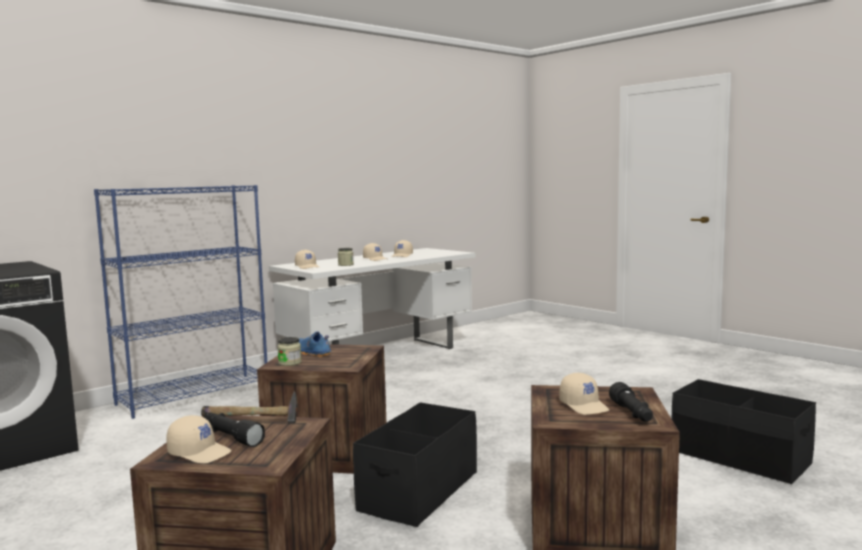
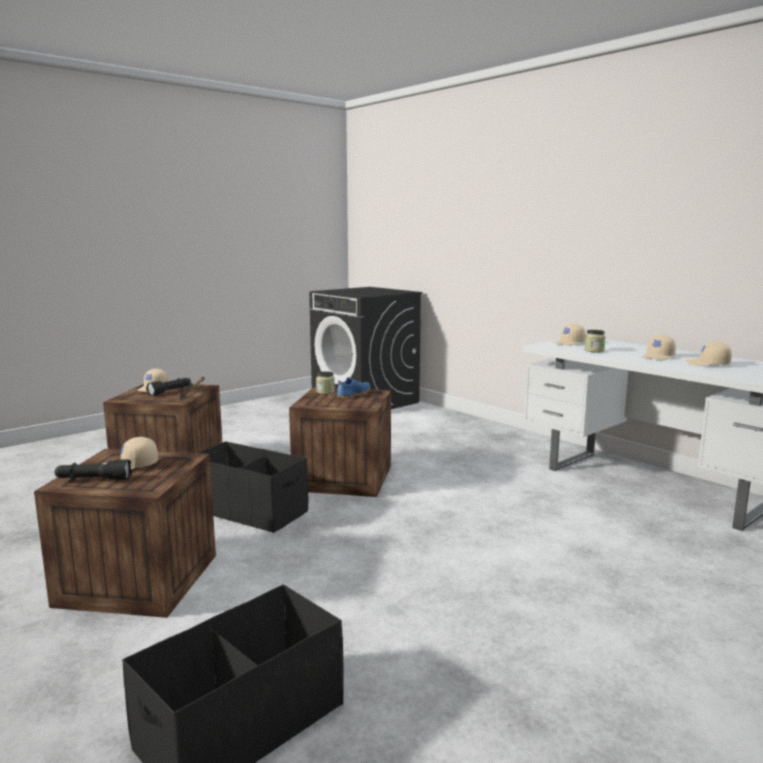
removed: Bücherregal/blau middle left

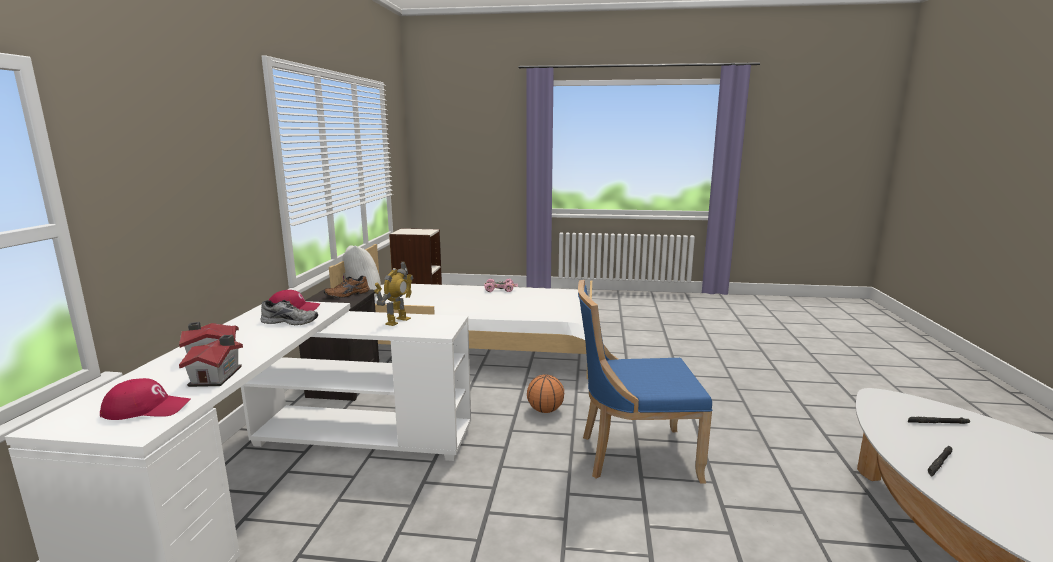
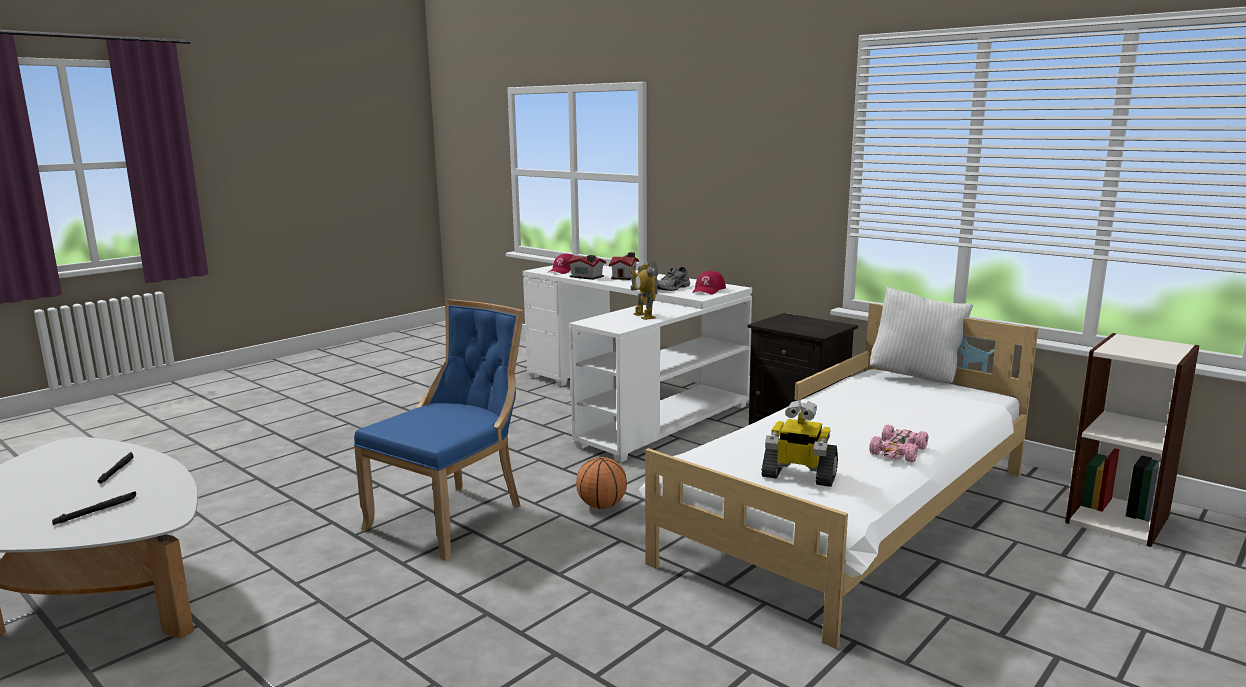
removed: Schuh/braun middle left
added: Spielzeugroboter (2nd from left) centre

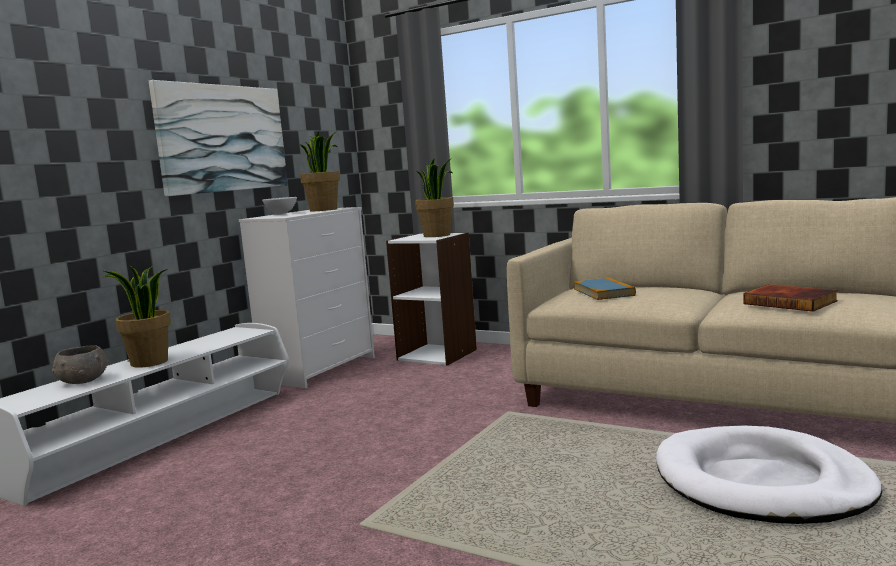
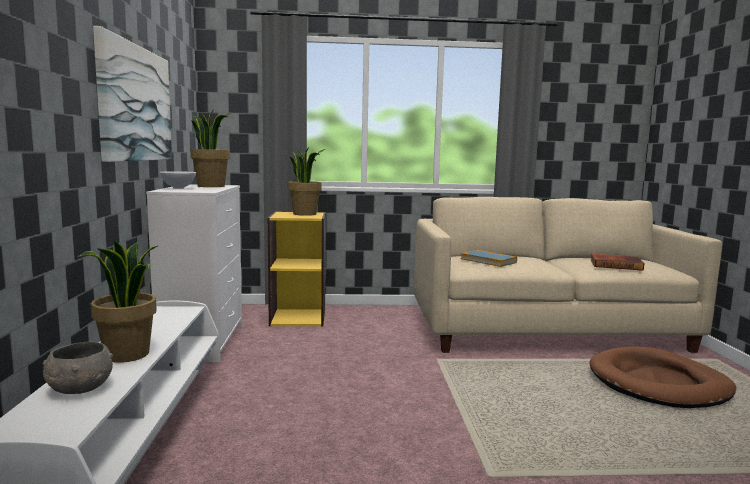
recoloured: Bücherregal/weiß centre to Bücherregal/gelb centre; Hundebett/weiß bottom right to Hundebett/braun bottom right

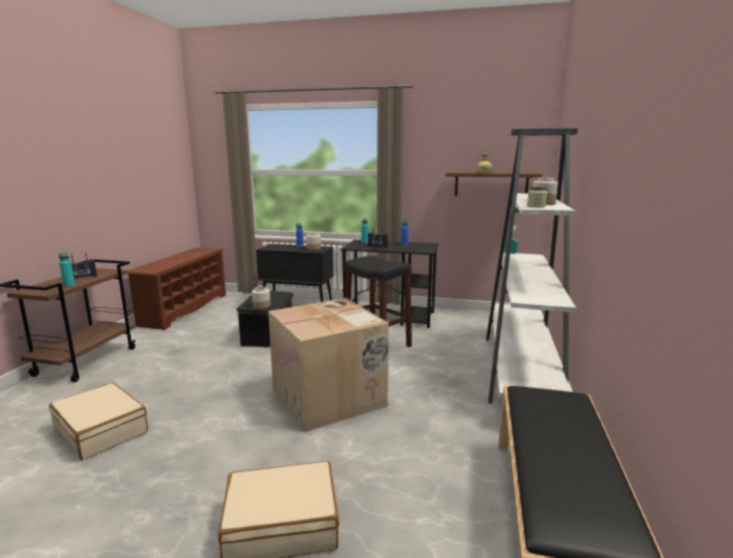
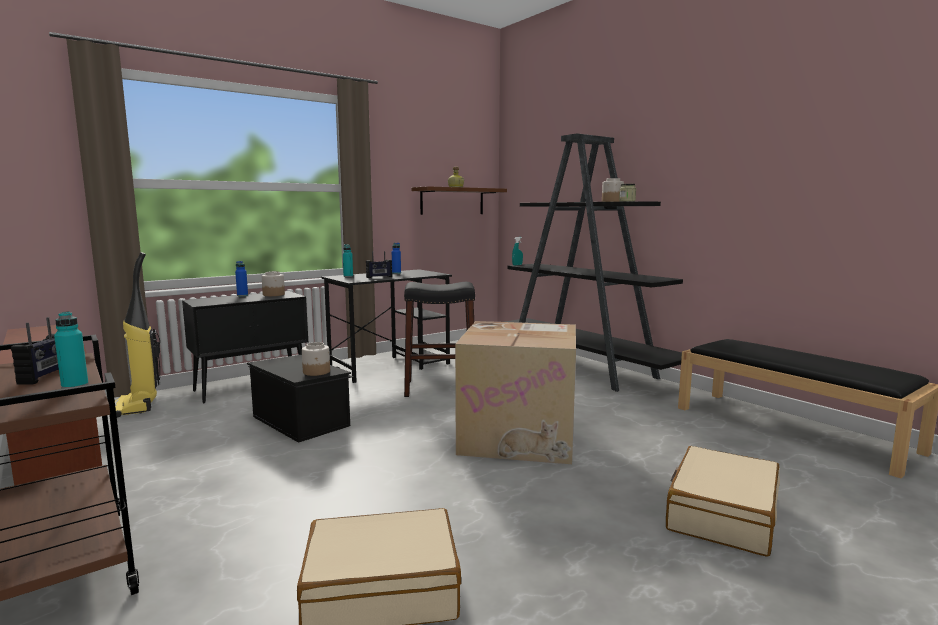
added: Staubsauger middle left
recoloured: Bücherregal/weiß middle right to Bücherregal/schwarz centre

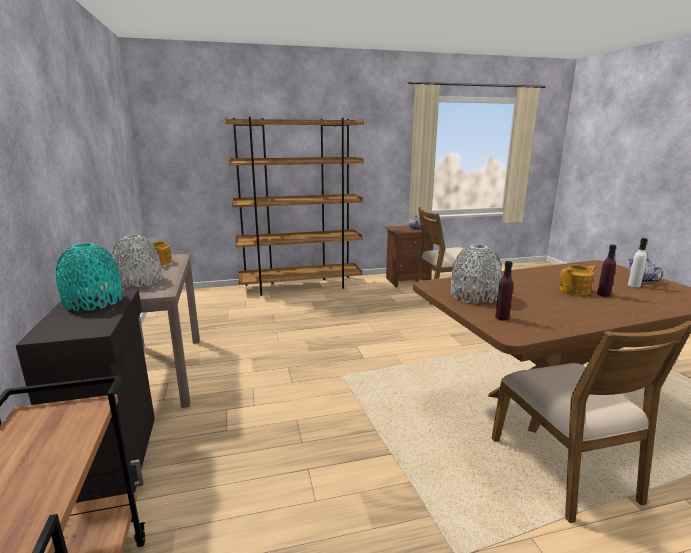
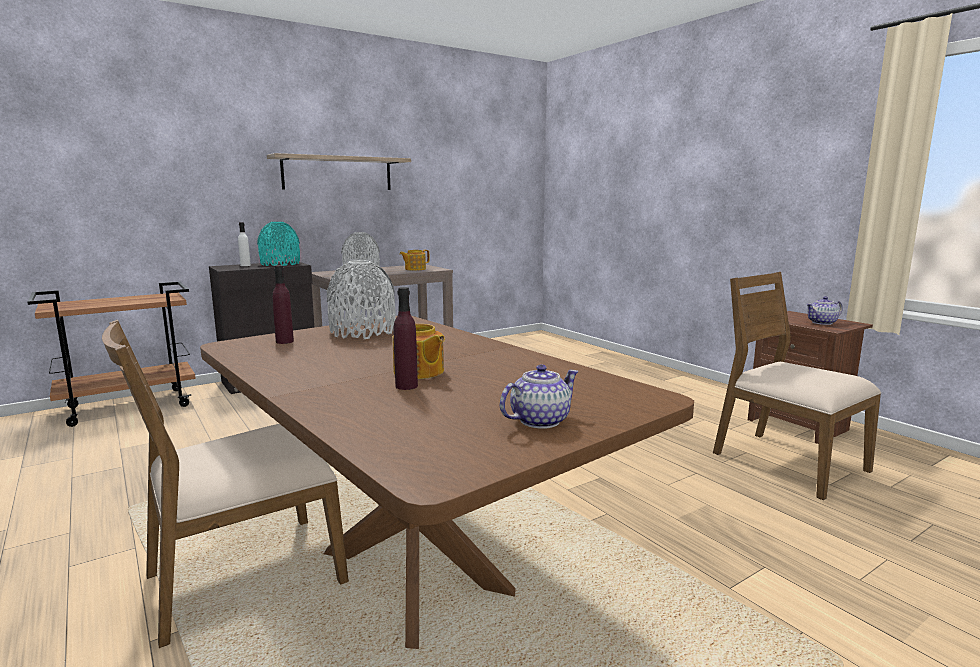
removed: Bücherregal/braun centre
added: Wandregal top centre
moved: Flasche/weiß middle right to middle left

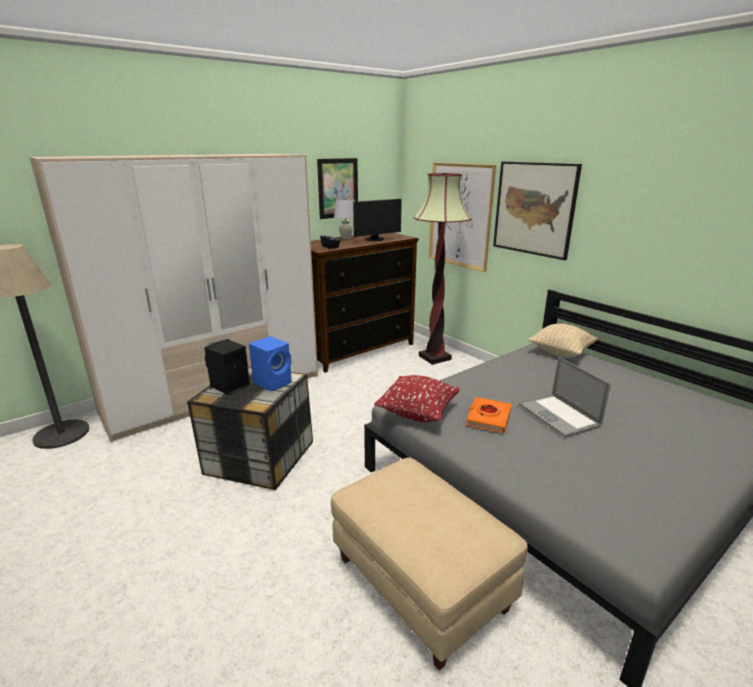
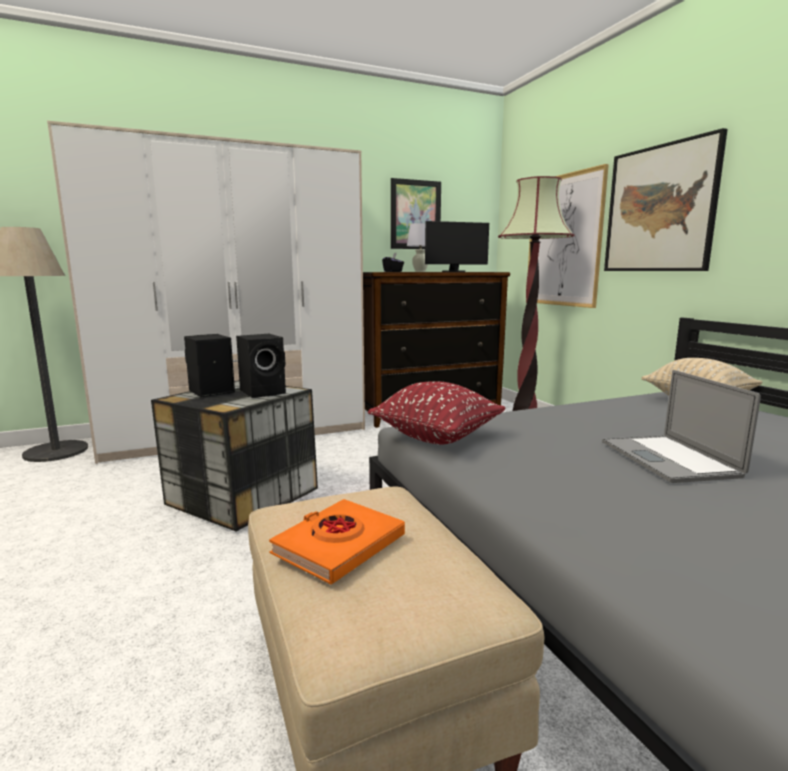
moved: Buch/orange centre to bottom centre
recoloured: Lautsprecher/blau centre to Lautsprecher/schwarz (2nd from left) middle left

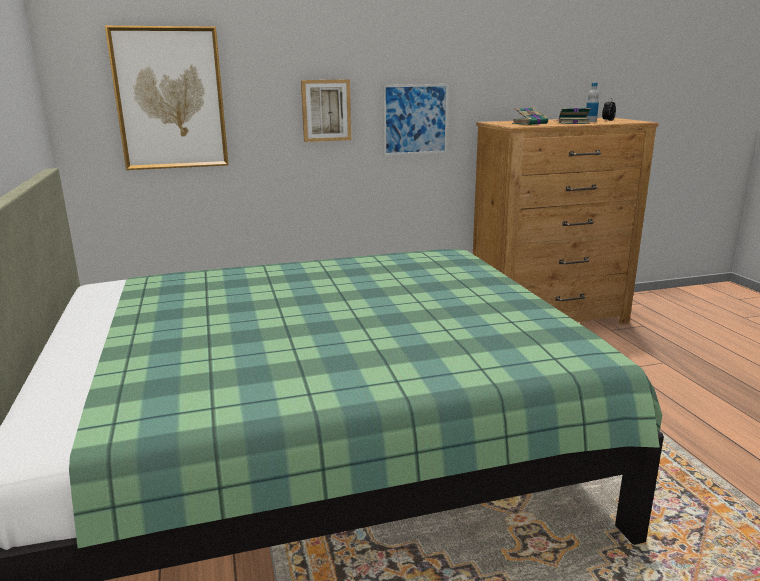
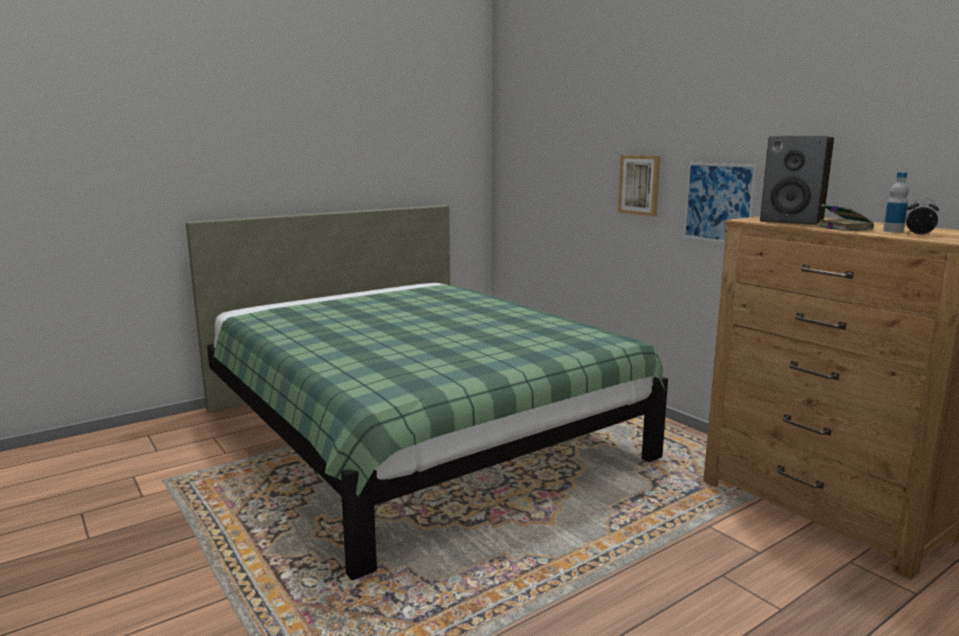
removed: Bild (1st from left) top left
replaced: Buch (1st from left) top right to Lautsprecher top right

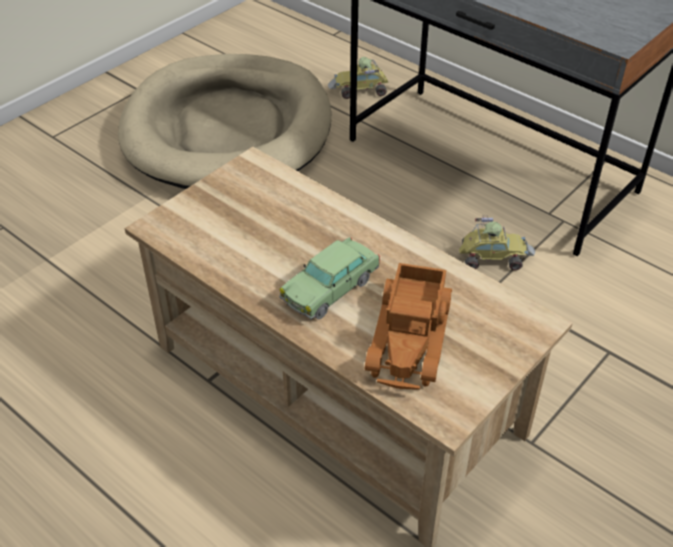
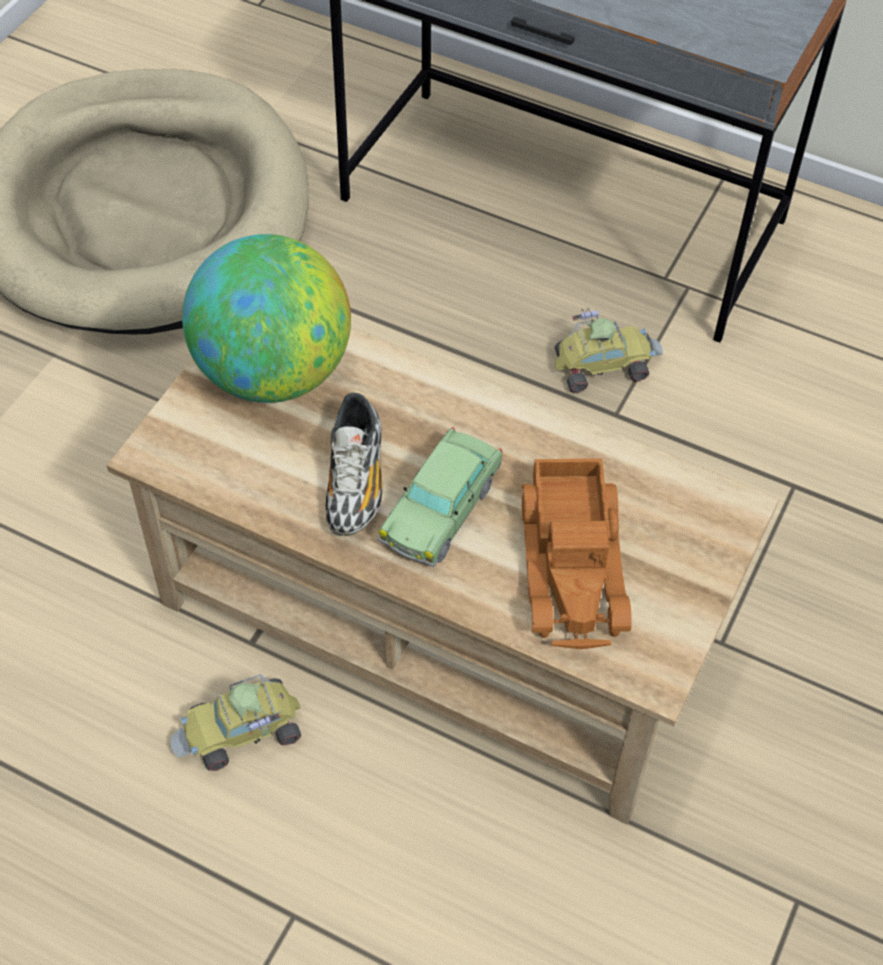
added: Globus top left; Schuh centre
moved: Spielzeugauto (2nd from left in the first image) top centre to Spielzeugauto (1st from left) bottom left

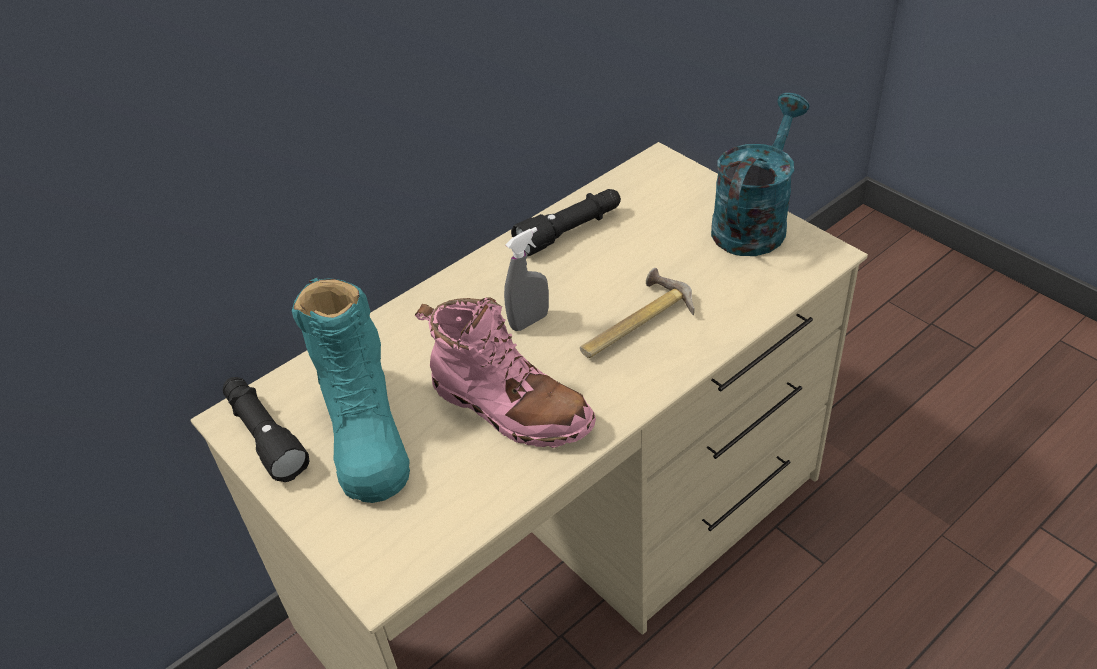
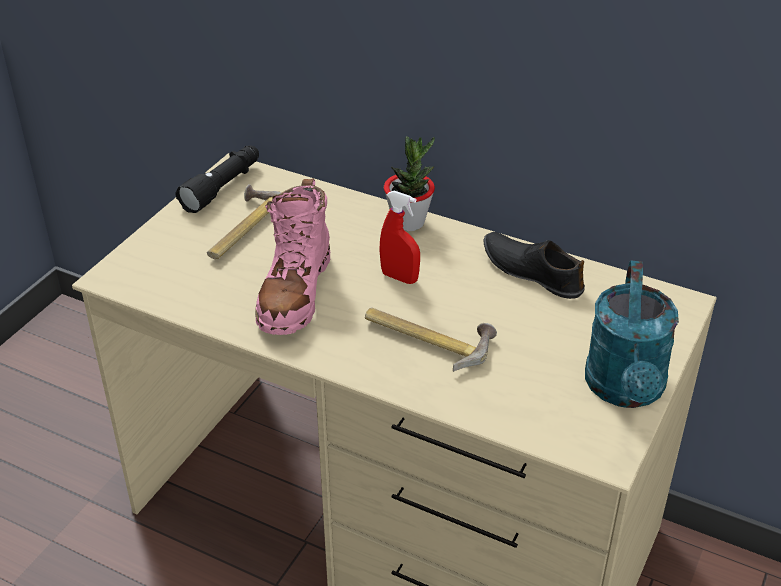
added: Topfpflanze top centre
replaced: Taschenlampe/schwarz (2nd from left) top centre to Schuh/schwarz middle right; Stiefel/türkis middle left to Hammer (1st from left) middle left
recoloured: Sprühflasche/grau centre to Sprühflasche/rot centre
turned: Gießkanne/türkis top right = middle right 90 degrees clockwise

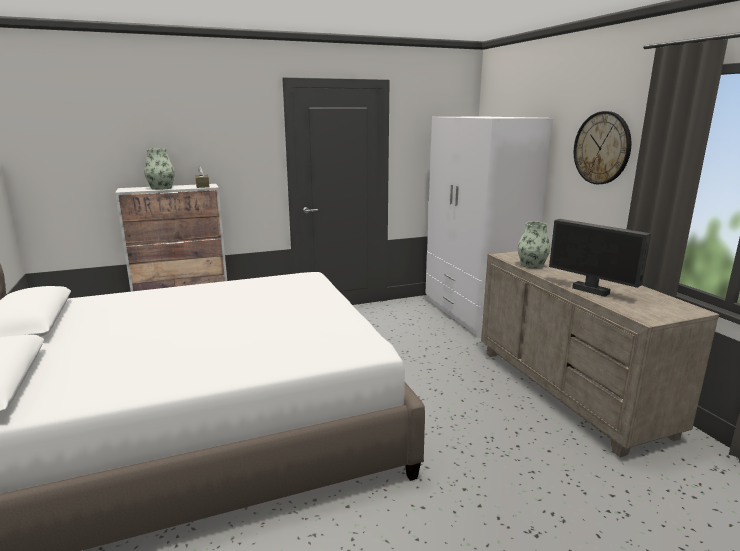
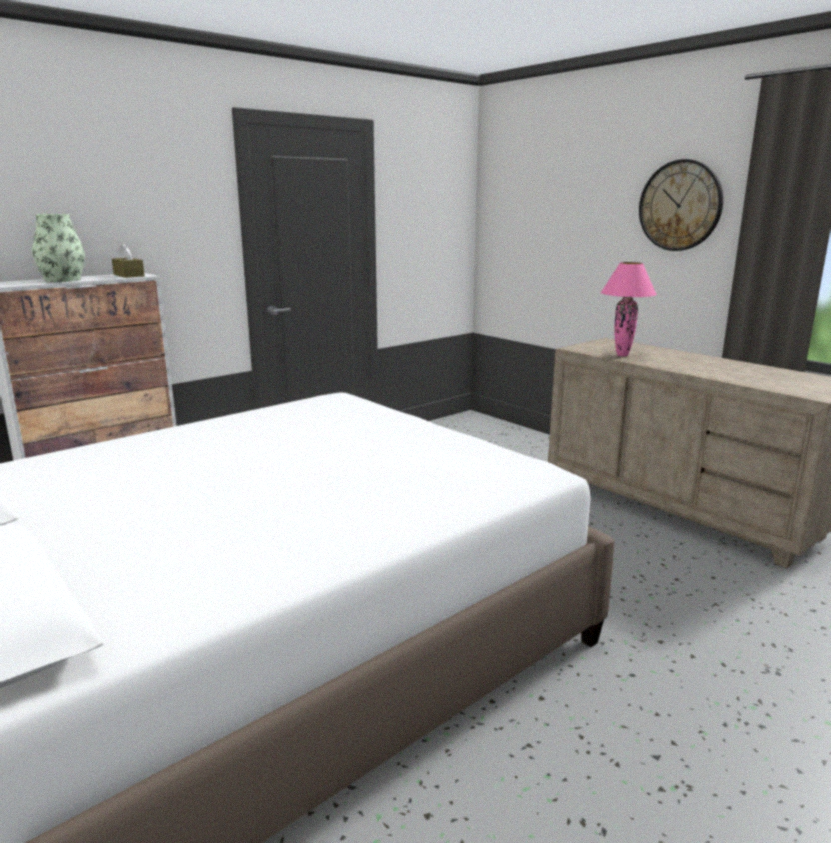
removed: Kleiderschrank/weiß centre; Monitor middle right
replaced: Vase (2nd from left) middle right to Tischlampe/rosa middle right

